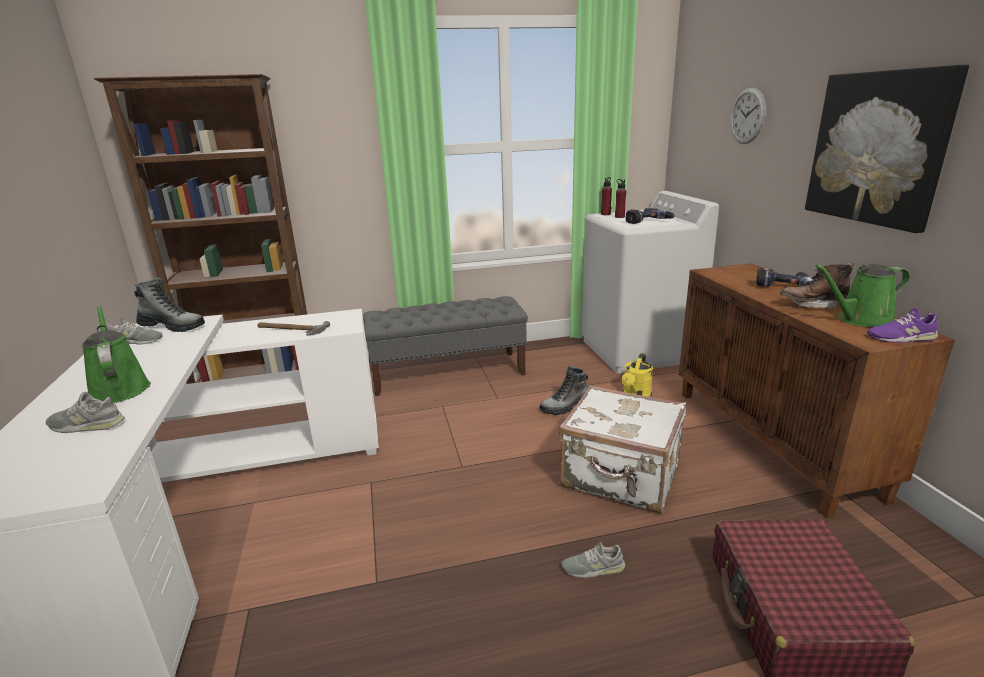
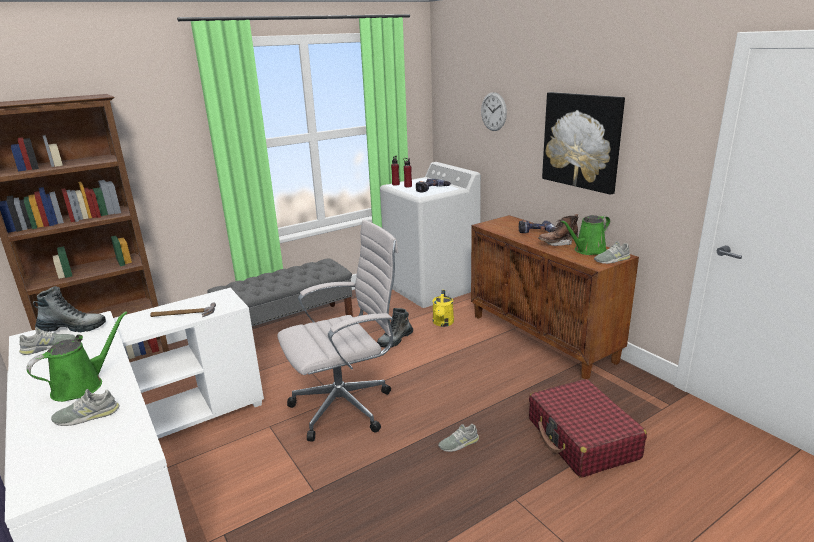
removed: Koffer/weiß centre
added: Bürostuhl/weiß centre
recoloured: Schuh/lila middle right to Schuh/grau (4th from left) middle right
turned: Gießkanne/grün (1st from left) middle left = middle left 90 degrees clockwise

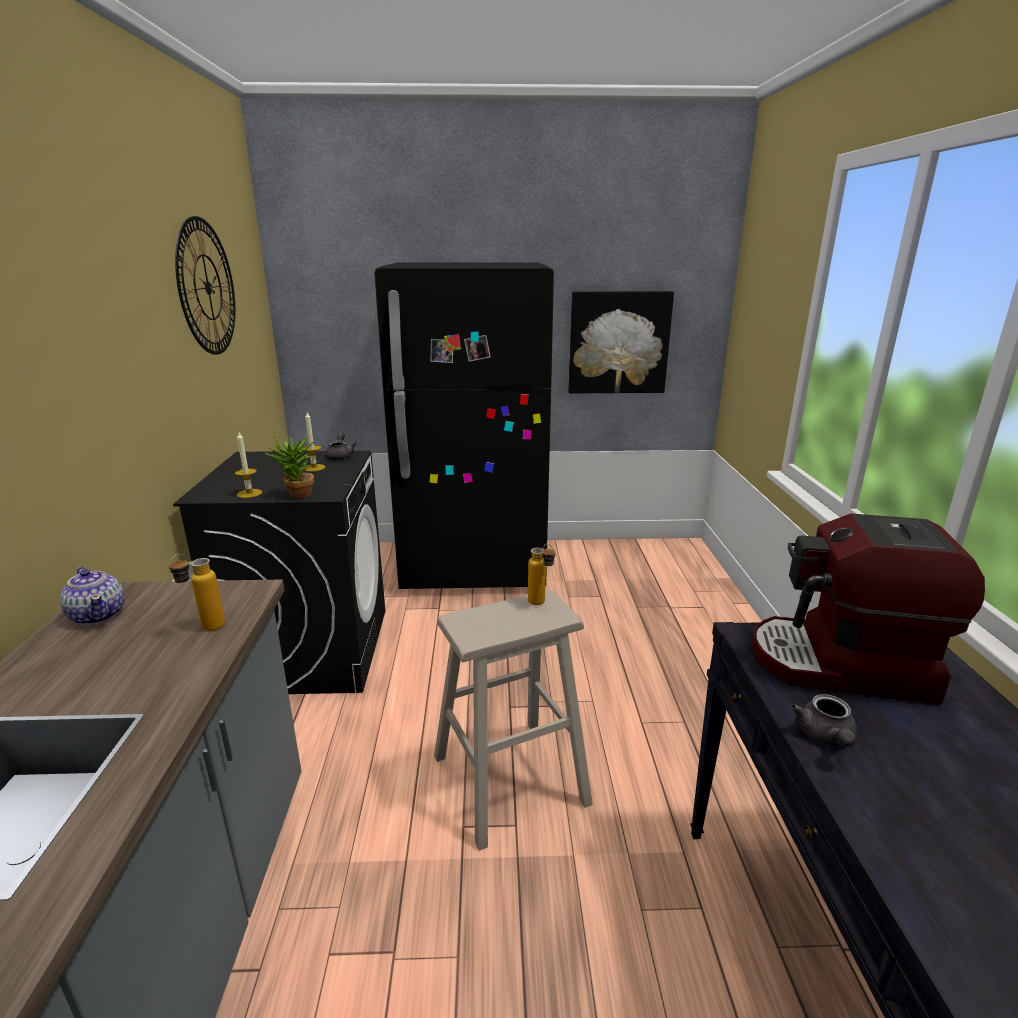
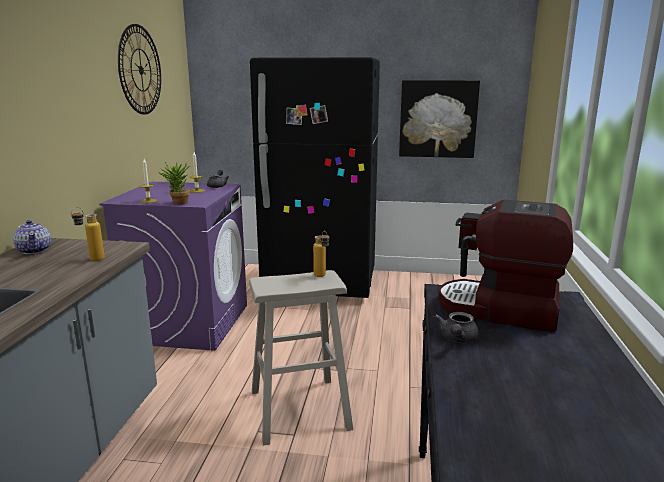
recoloured: Waschmaschine/schwarz middle left to Waschmaschine/lila middle left

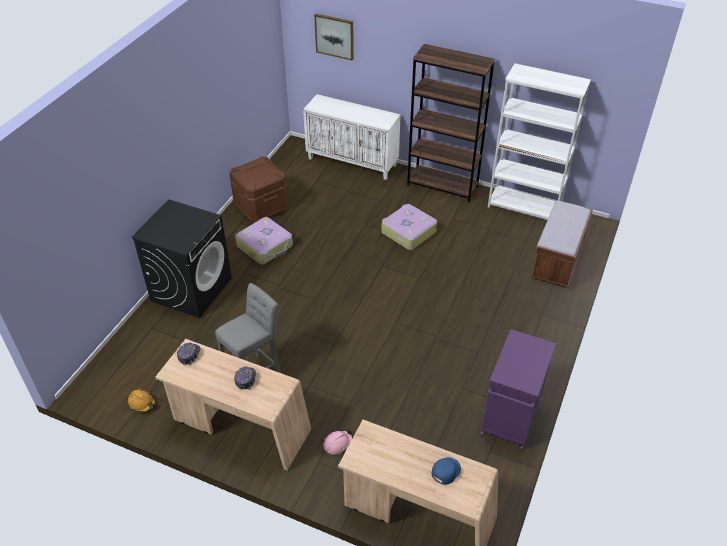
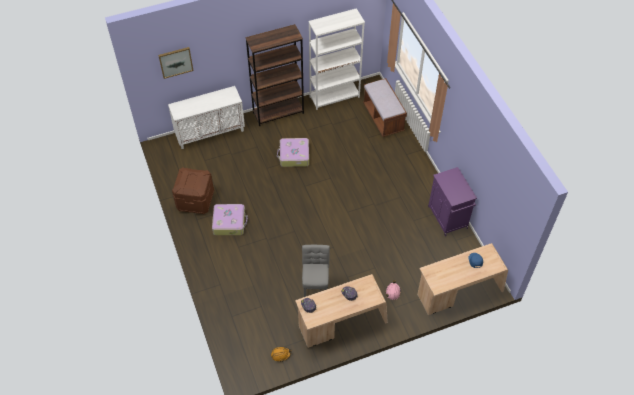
removed: Waschmaschine/schwarz middle left

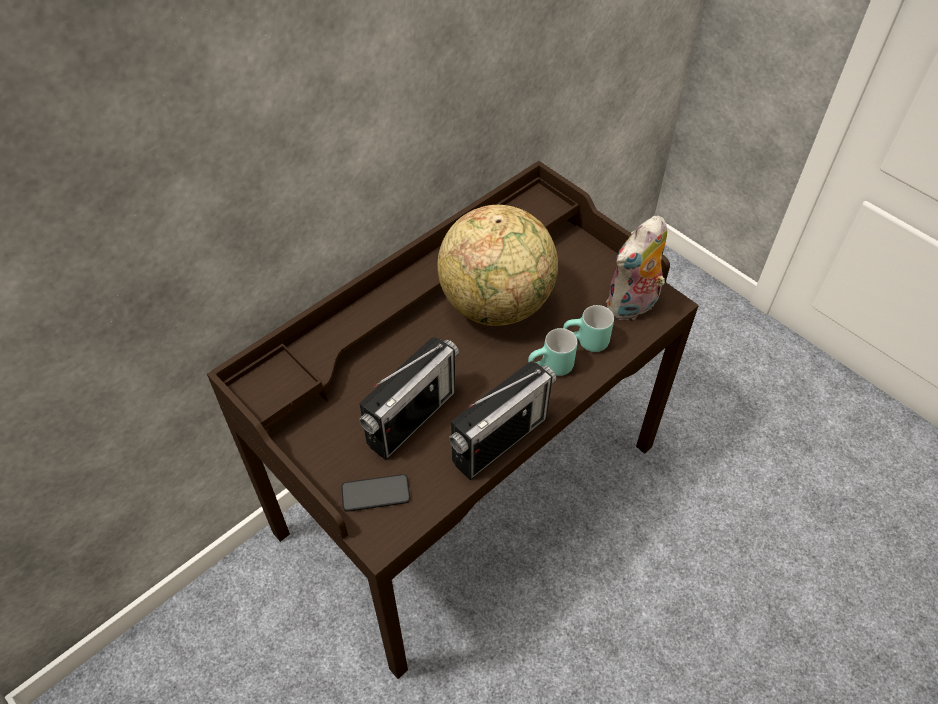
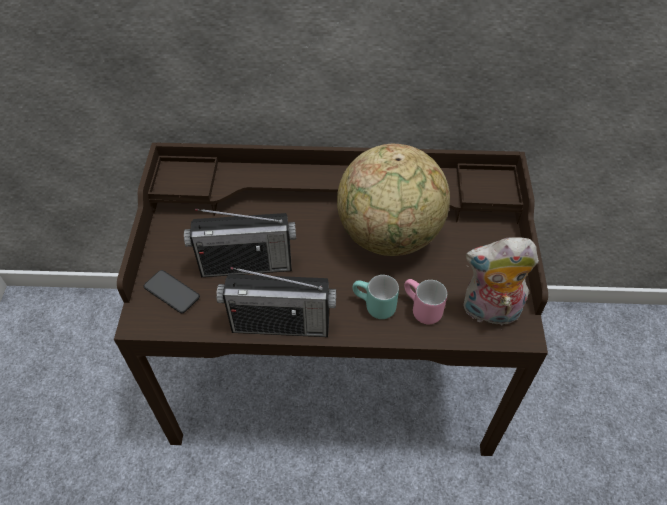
recoloured: Henkelbecher/türkis (2nd from left) centre to Henkelbecher/rosa centre

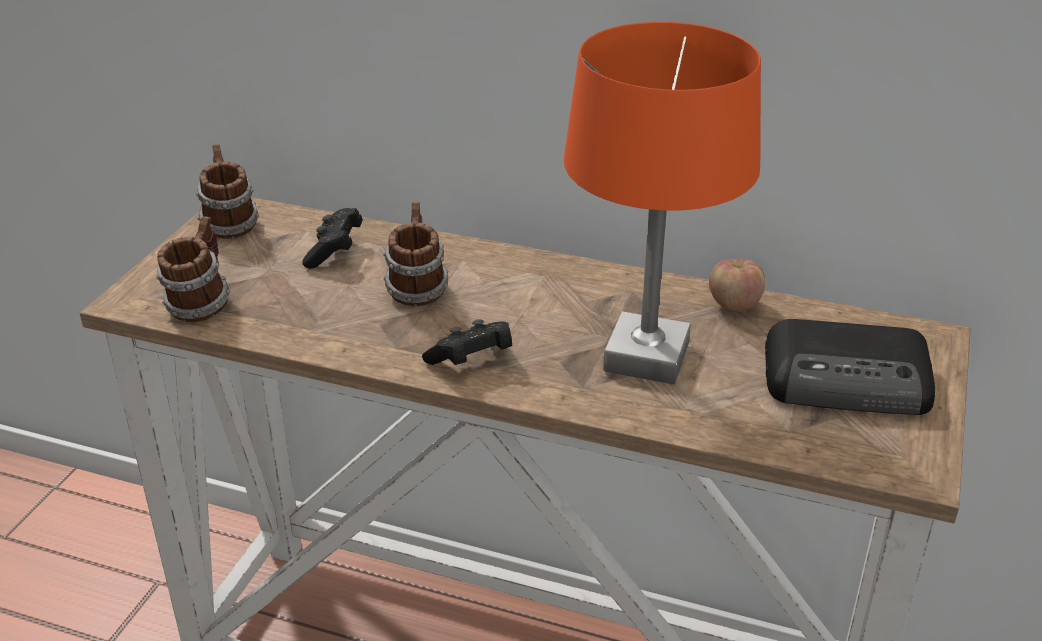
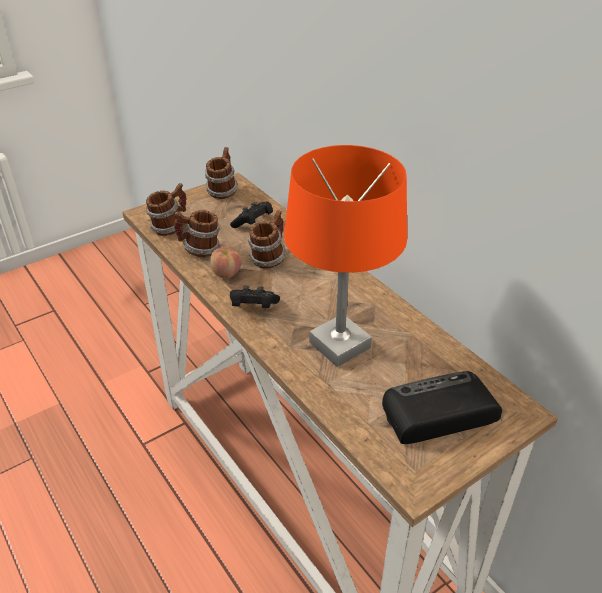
added: Henkelbecher (2nd from left) middle left
moved: Apfel middle right to centre
turned: Radio middle right = bottom right 120 degrees clockwise

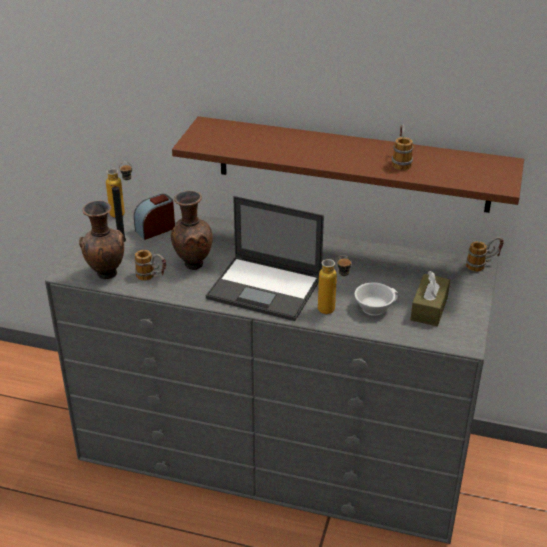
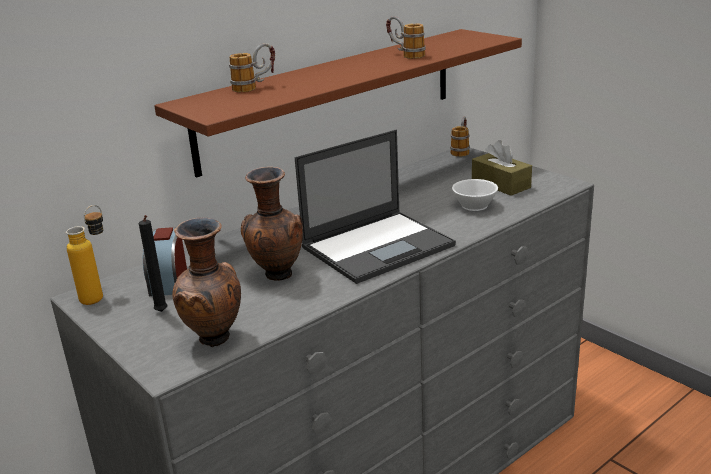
removed: Flasche (2nd from left) centre
moved: Henkelbecher (1st from left) middle left to top centre

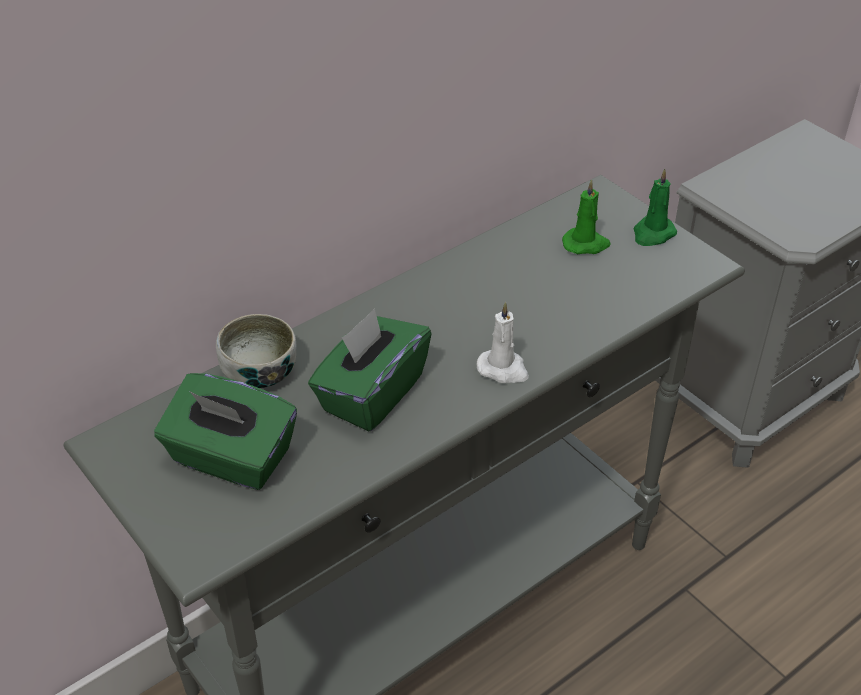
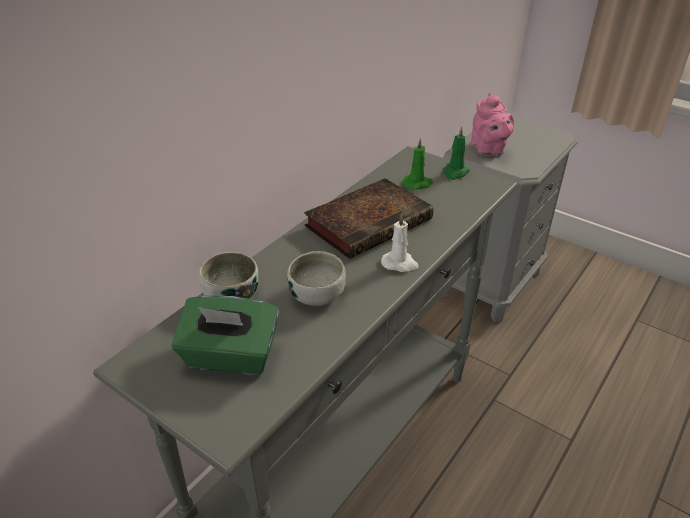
added: Teekanne/rosa top right; Buch centre
replaced: Taschentuchbox/grün (2nd from left) centre to Schüssel (2nd from left) centre

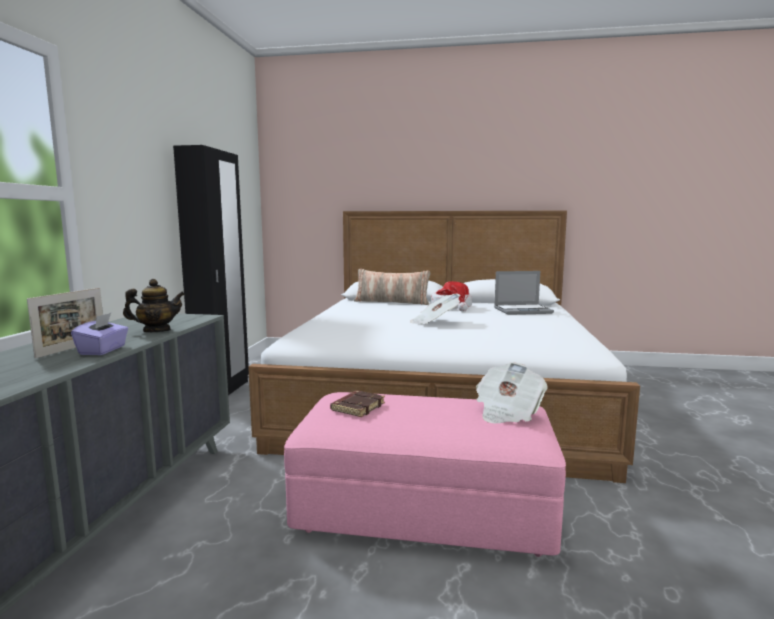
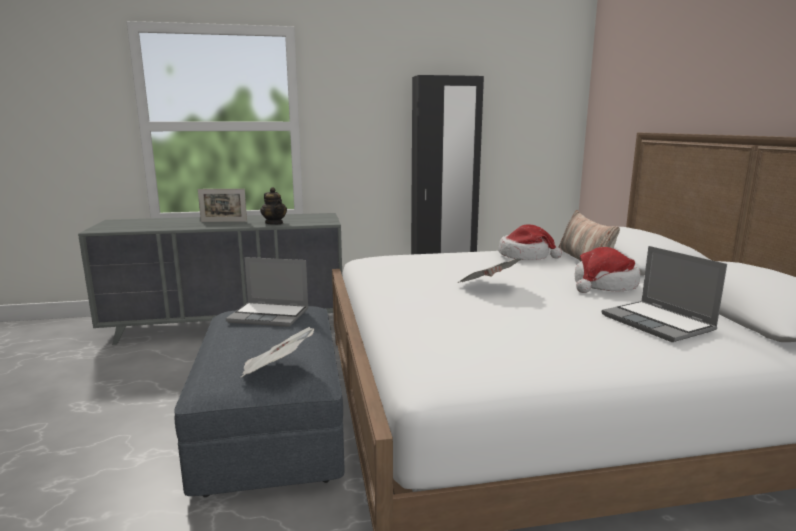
removed: Taschentuchbox/lila middle left
added: Hut (1st from left) centre
replaced: Buch/braun centre to Laptop (1st from left) centre
recoloured: Polsterhocker/rosa bottom centre to Polsterhocker/grau bottom left

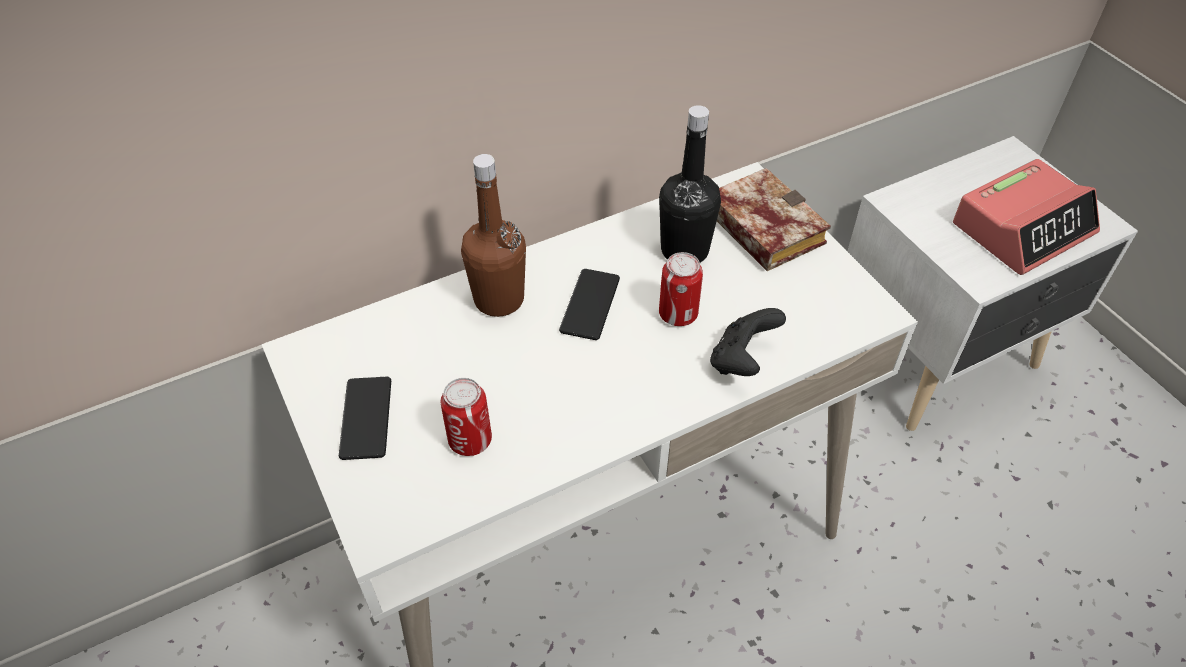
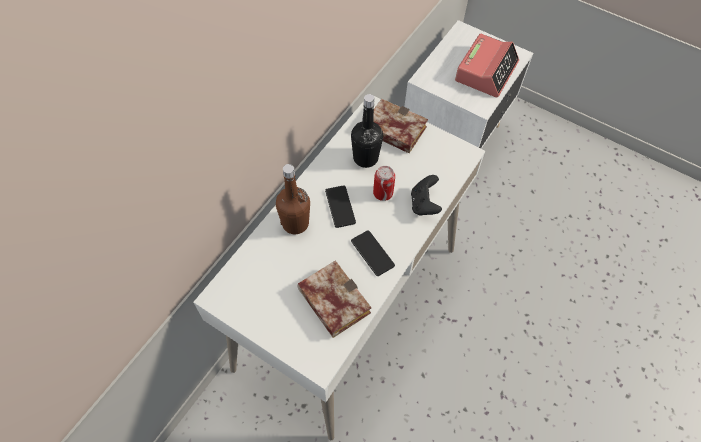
moved: Handy (1st from left in the first image) middle left to Handy (2nd from left) centre
replaced: Dose (1st from left) centre to Buch (1st from left) bottom centre

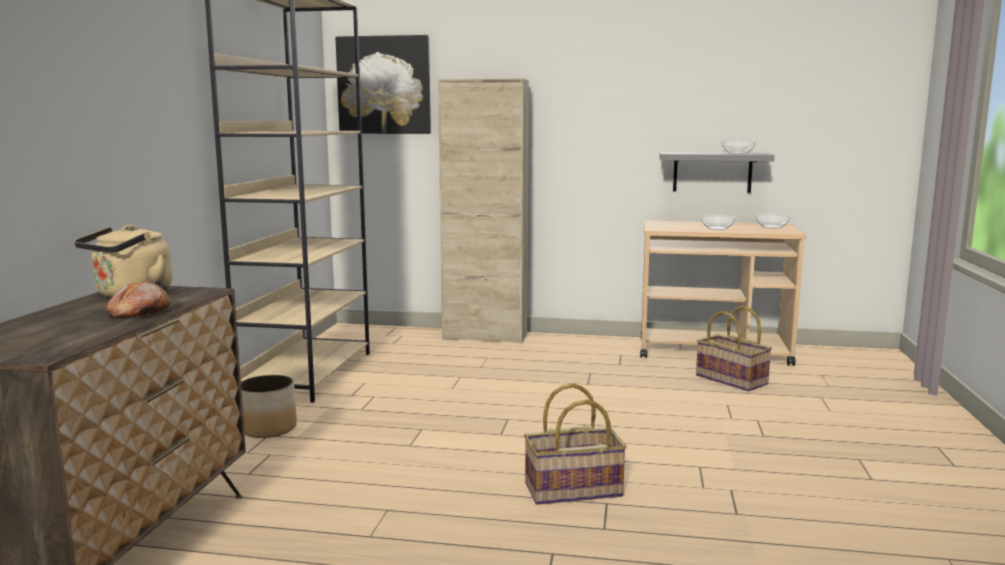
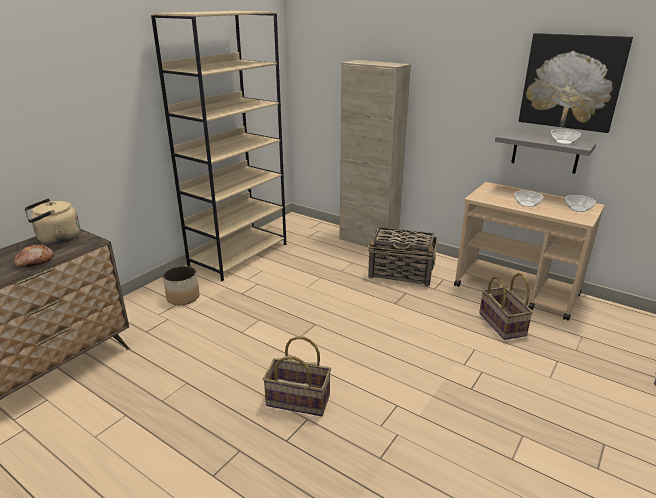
added: Korb (2nd from left) centre
moved: Bild top centre to top right

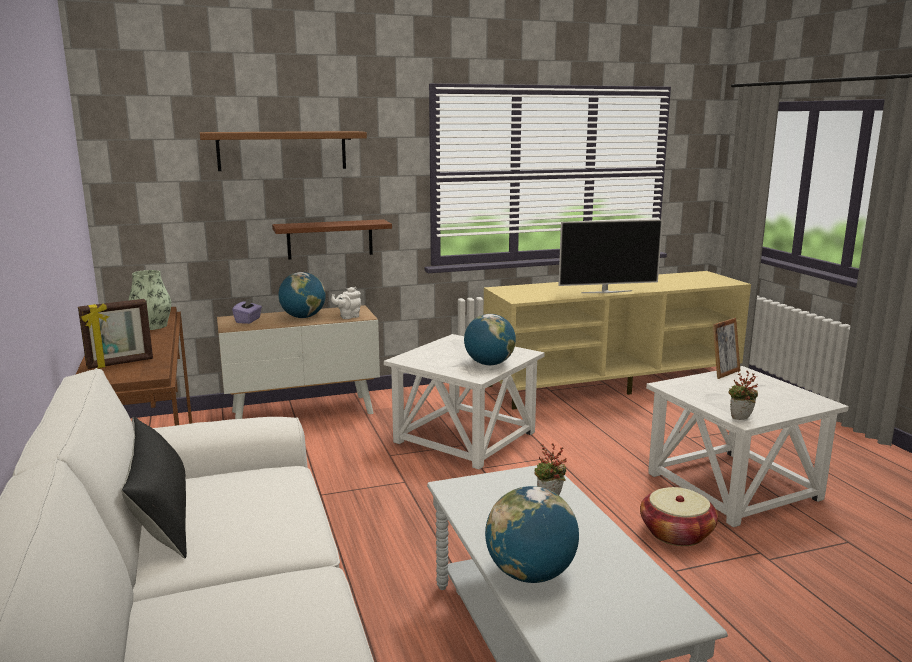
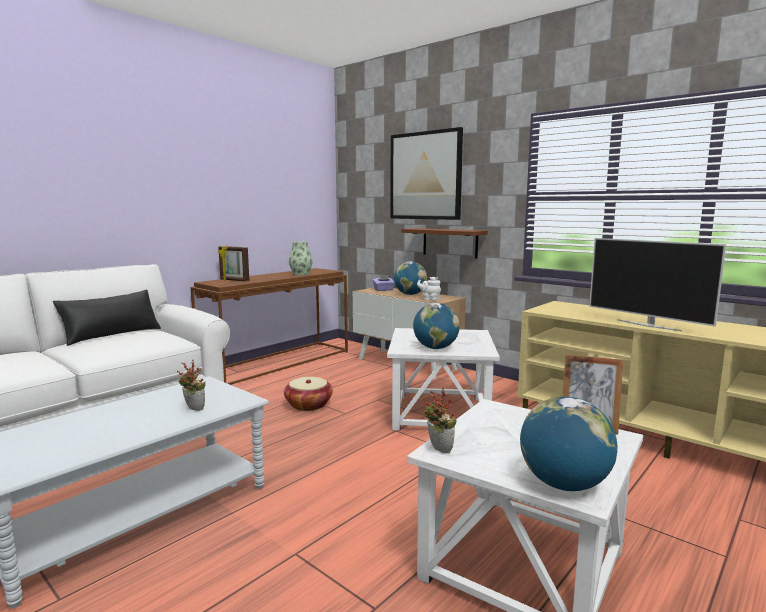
moved: Globus (3rd from left) bottom centre to bottom right; Korb bottom right to centre
replaced: Wandregal/braun (1st from left) top left to Bild top centre

